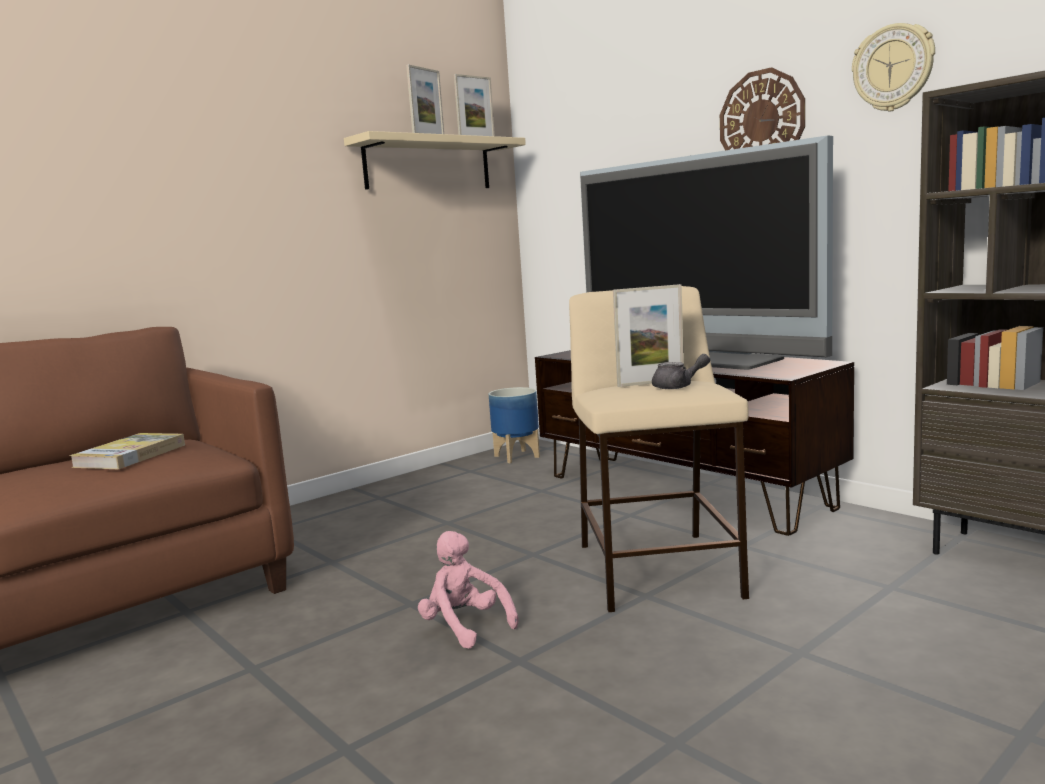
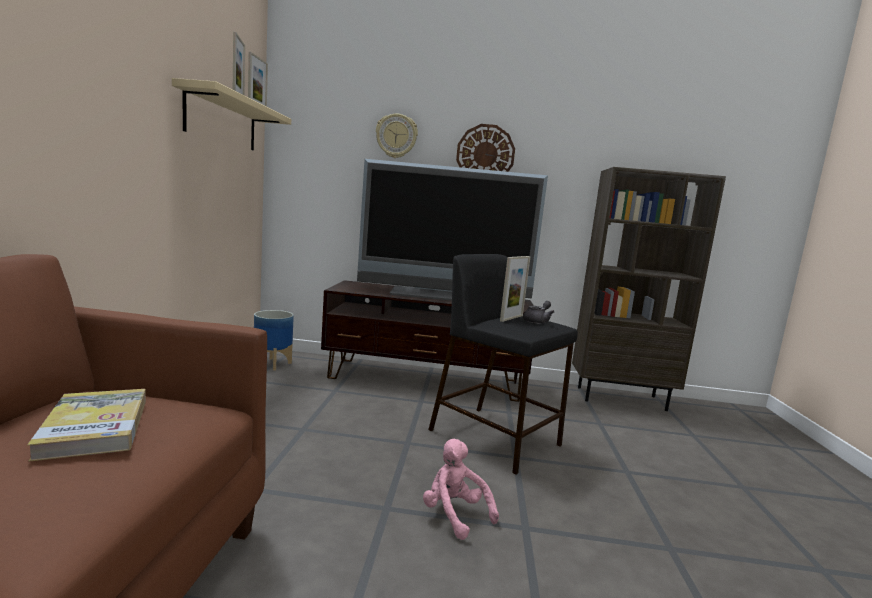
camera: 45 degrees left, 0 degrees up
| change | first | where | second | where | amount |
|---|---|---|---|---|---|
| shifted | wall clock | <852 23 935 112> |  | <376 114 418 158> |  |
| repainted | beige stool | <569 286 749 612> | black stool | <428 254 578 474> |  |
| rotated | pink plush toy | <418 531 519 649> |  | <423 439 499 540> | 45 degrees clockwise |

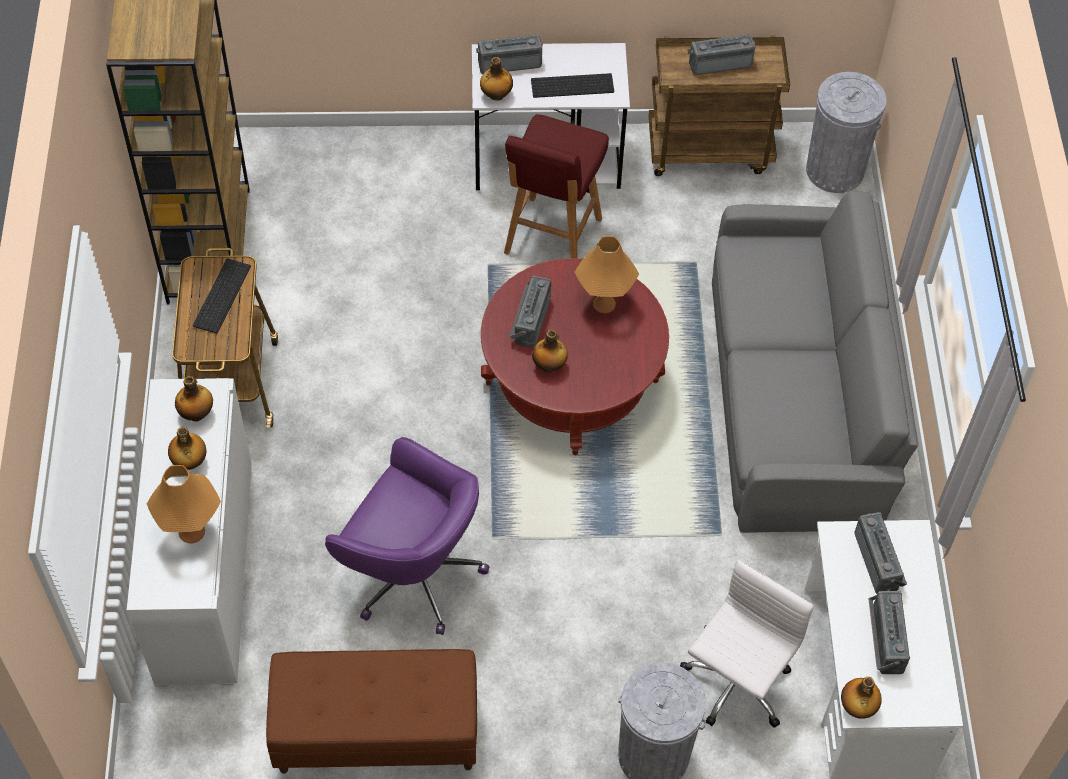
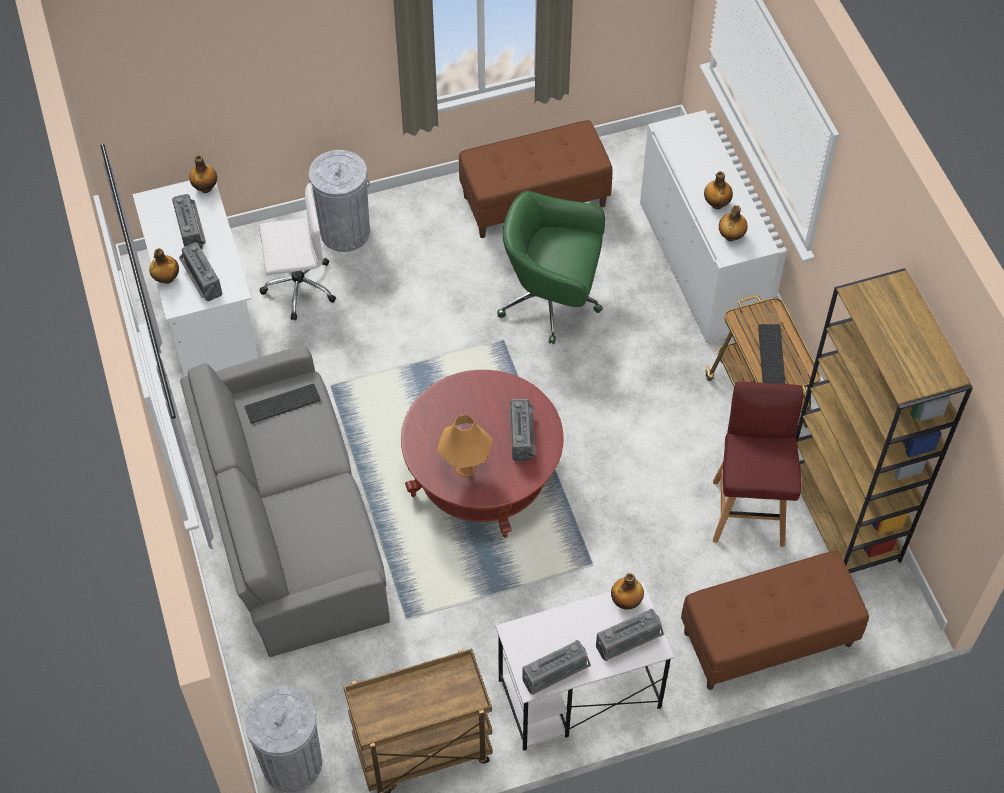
camera: 165 degrees right, 0 degrees up
| change | first | where | second | where | amount |
|---|---|---|---|---|---|
| shifted | radio | <687 34 755 75> |  | <522 640 591 695> |  |
| shifted | keyboard | <531 73 614 98> |  | <244 383 321 424> |  |
| shifted | red stool | <504 114 609 259> |  | <713 382 803 547> |  |
| shifted | bottle | <532 330 568 372> |  | <149 248 179 284> |  |
| repainted | purple office chair | <325 437 489 635> | green office chair | <497 191 605 344> |  |
| gone | orange table lamp | <147 465 221 543> |  |  |  |
| rotated | white office chair | <680 560 814 728> |  | <259 183 336 320> | 120 degrees counterclockwise |
| new |  |  | brown bench | <681 551 869 690> |  |

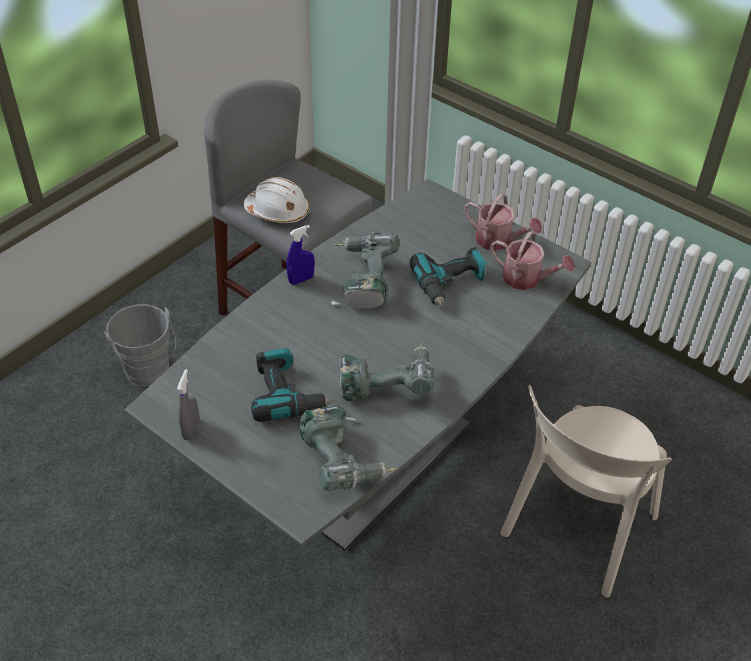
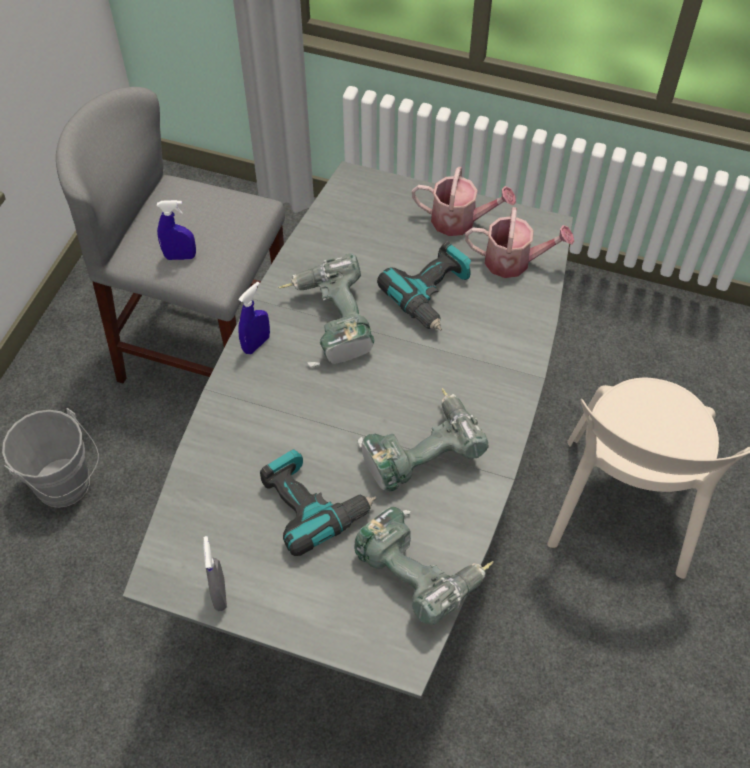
camera: 20 degrees left, 10 degrees up
| change | first | where | second | where | amount |
|---|---|---|---|---|---|
| swapped | white hard hat | <244 177 310 223> | blue spray bottle | <157 200 196 260> |  |

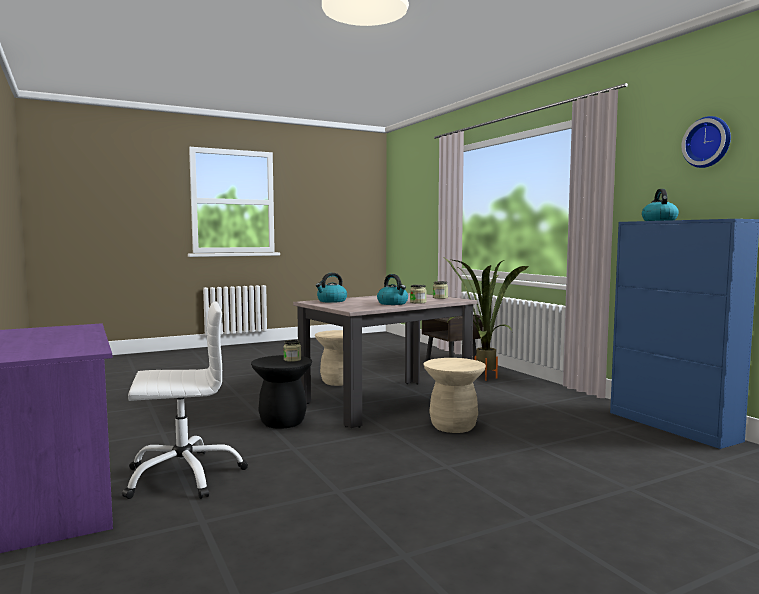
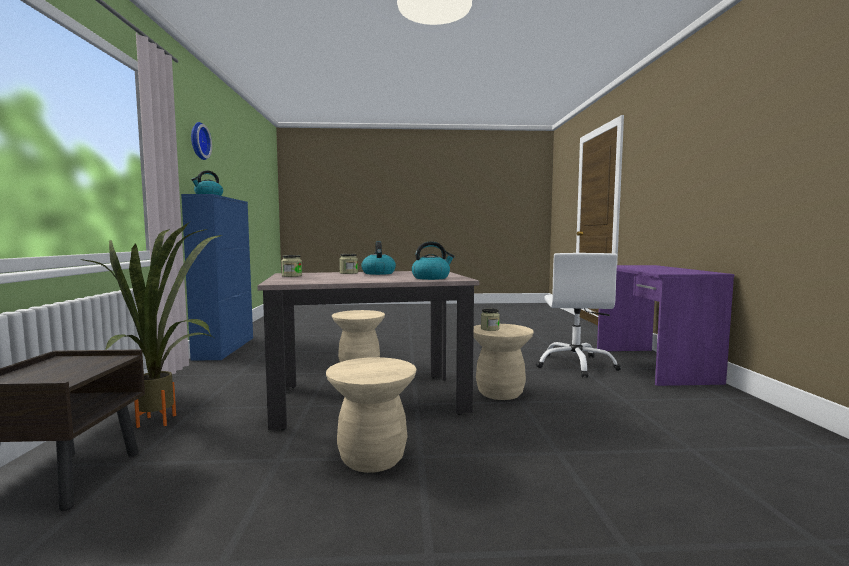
camera: 155 degrees left, 0 degrees up
| change | first | where | second | where | amount |
|---|---|---|---|---|---|
| rotated | white office chair | <122 301 248 499> |  | <536 253 621 378> | 90 degrees counterclockwise |
| repainted | black stool | <251 355 312 429> | beige stool | <474 324 534 400> |  |

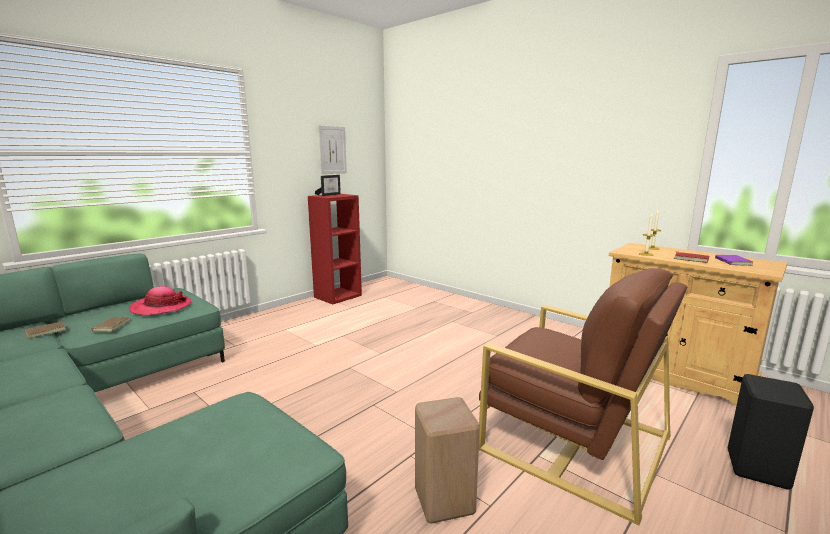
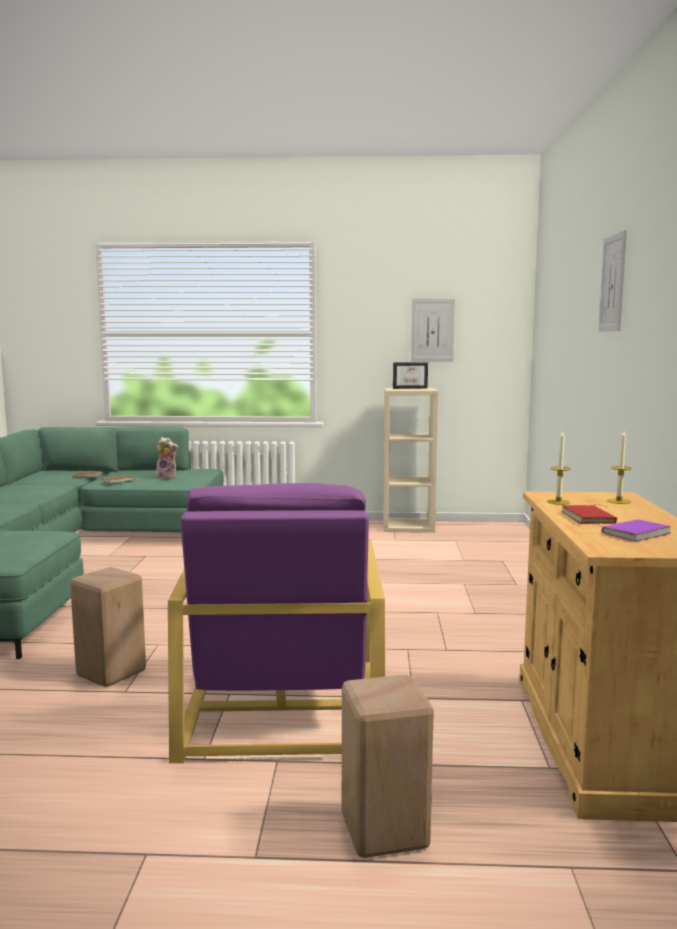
camera: 50 degrees right, 5 degrees down
| change | first | where | second | where | amount |
|---|---|---|---|---|---|
| repainted | red bookcase | <308 194 362 305> | beige bookcase | <383 388 438 533> |  |
| repainted | brown armchair | <479 268 687 525> | purple armchair | <168 483 385 763> |  |
| swapped | hat | <129 286 192 315> | plush toy | <156 437 178 479> |  |
| repainted | black stool | <728 374 814 490> | beige stool | <342 675 434 858> |  |
| new |  |  | picture | <598 230 627 331> |  |

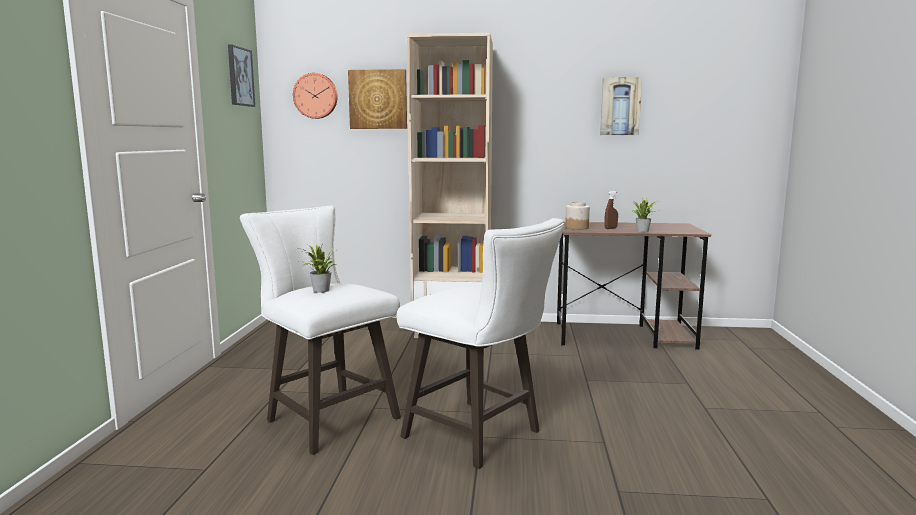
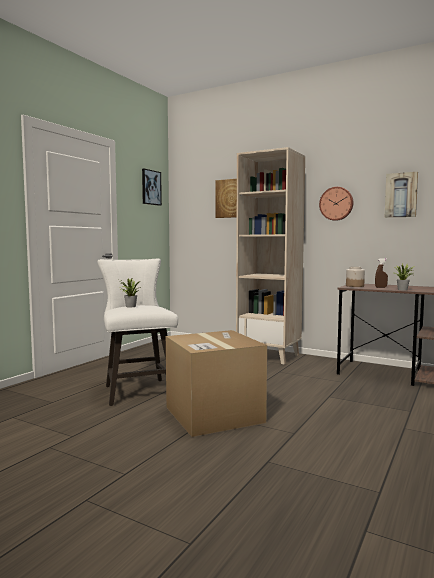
camera: 25 degrees right, 5 degrees down
| change | first | where | second | where | amount |
|---|---|---|---|---|---|
| shifted | wall clock | <293 73 338 119> |  | <319 187 353 221> |  |
| swapped | white stool | <397 218 565 469> | cardboard box | <166 330 267 437> |  |

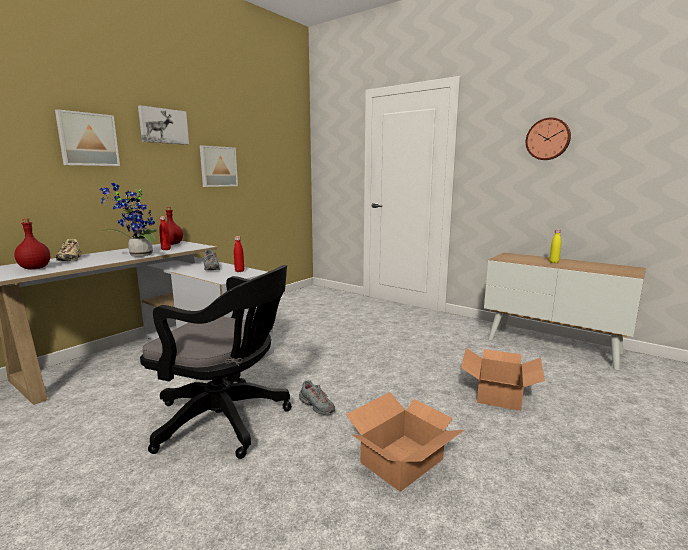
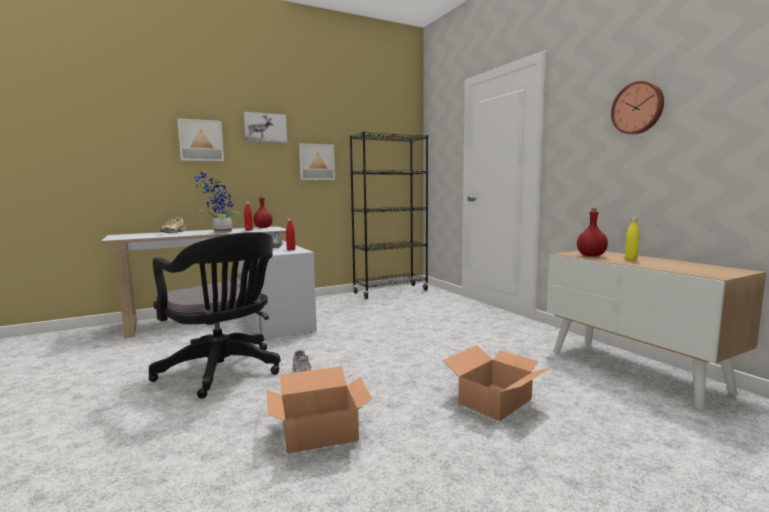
camera: 25 degrees right, 5 degrees down
| change | first | where | second | where | amount |
|---|---|---|---|---|---|
| shifted | red bottle | <14 218 50 269> |  | <577 208 608 257> |  |
| new |  |  | black bookcase | <350 132 429 299> |  |

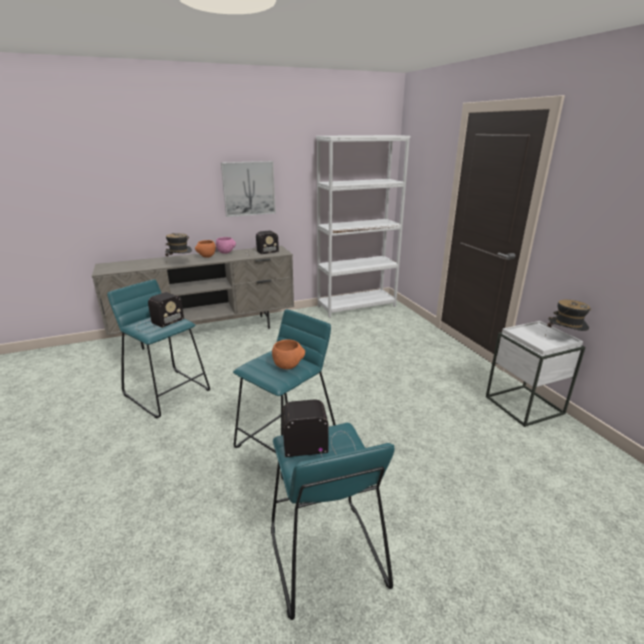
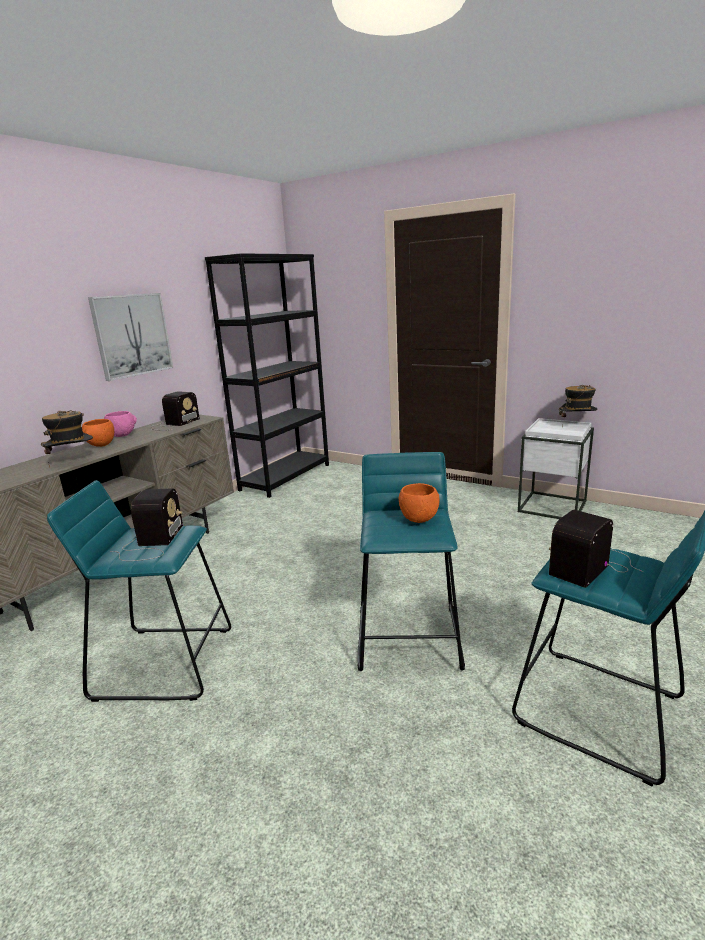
camera: 35 degrees left, 5 degrees down
| change | first | where | second | where | amount |
|---|---|---|---|---|---|
| repainted | white bookcase | <316 135 410 318> | black bookcase | <205 253 329 498> |  |

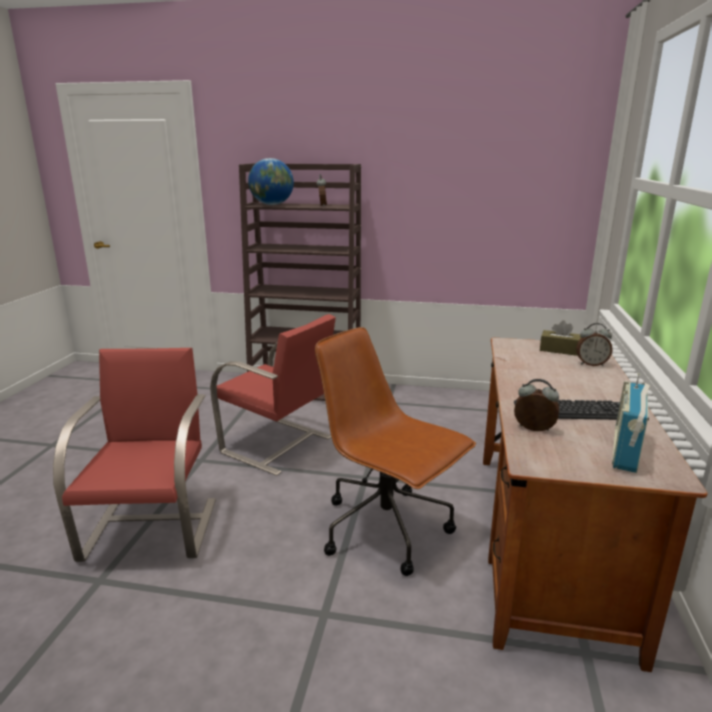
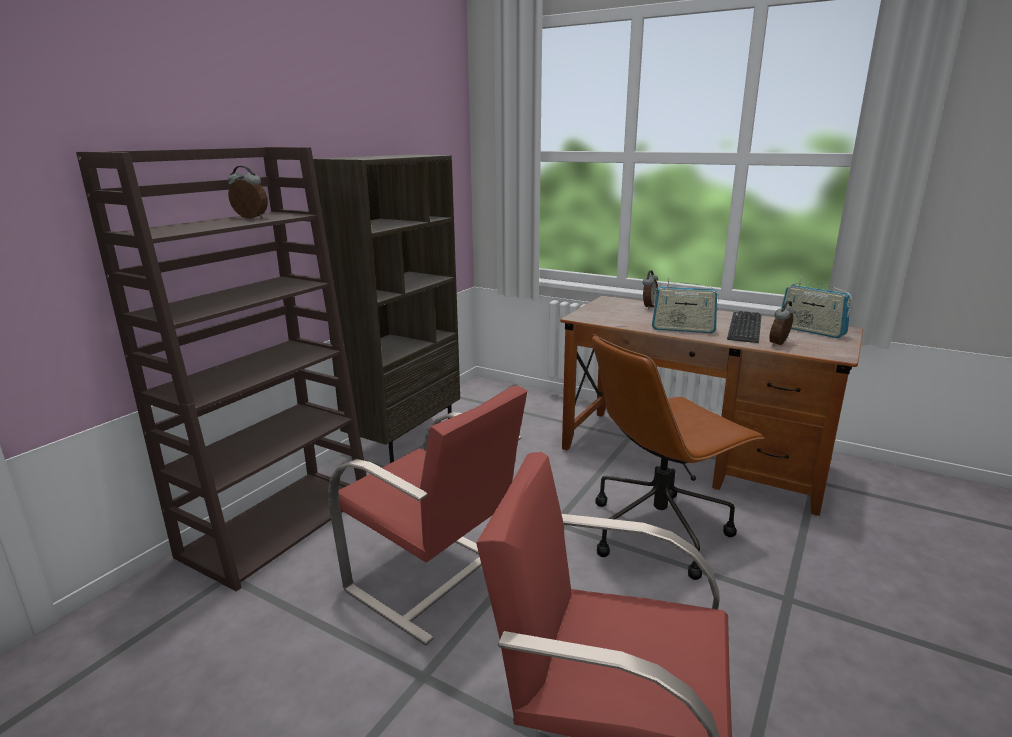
camera: 70 degrees left, 0 degrees up
| change | first | where | second | where | amount |
|---|---|---|---|---|---|
| gone | globe | <248 158 294 205> |  |  |  |
| rotated | red chair | <210 314 336 476> |  | <328 385 527 645> | 75 degrees clockwise |
| gone | brown tissue box | <540 320 581 356> |  |  |  |
| new |  |  | brown bookcase | <313 155 460 463> |  |
| new |  |  | radio | <652 278 719 333> |  |

